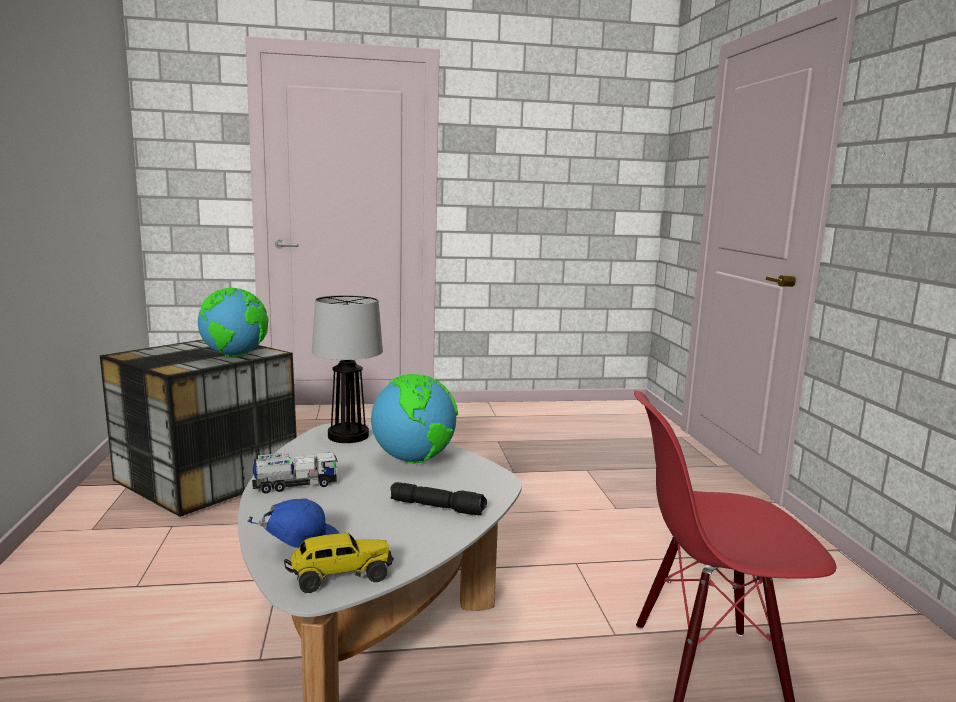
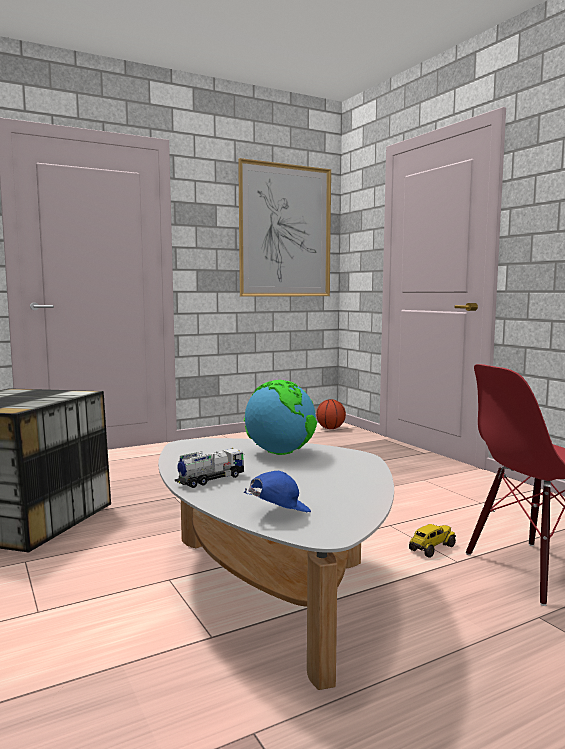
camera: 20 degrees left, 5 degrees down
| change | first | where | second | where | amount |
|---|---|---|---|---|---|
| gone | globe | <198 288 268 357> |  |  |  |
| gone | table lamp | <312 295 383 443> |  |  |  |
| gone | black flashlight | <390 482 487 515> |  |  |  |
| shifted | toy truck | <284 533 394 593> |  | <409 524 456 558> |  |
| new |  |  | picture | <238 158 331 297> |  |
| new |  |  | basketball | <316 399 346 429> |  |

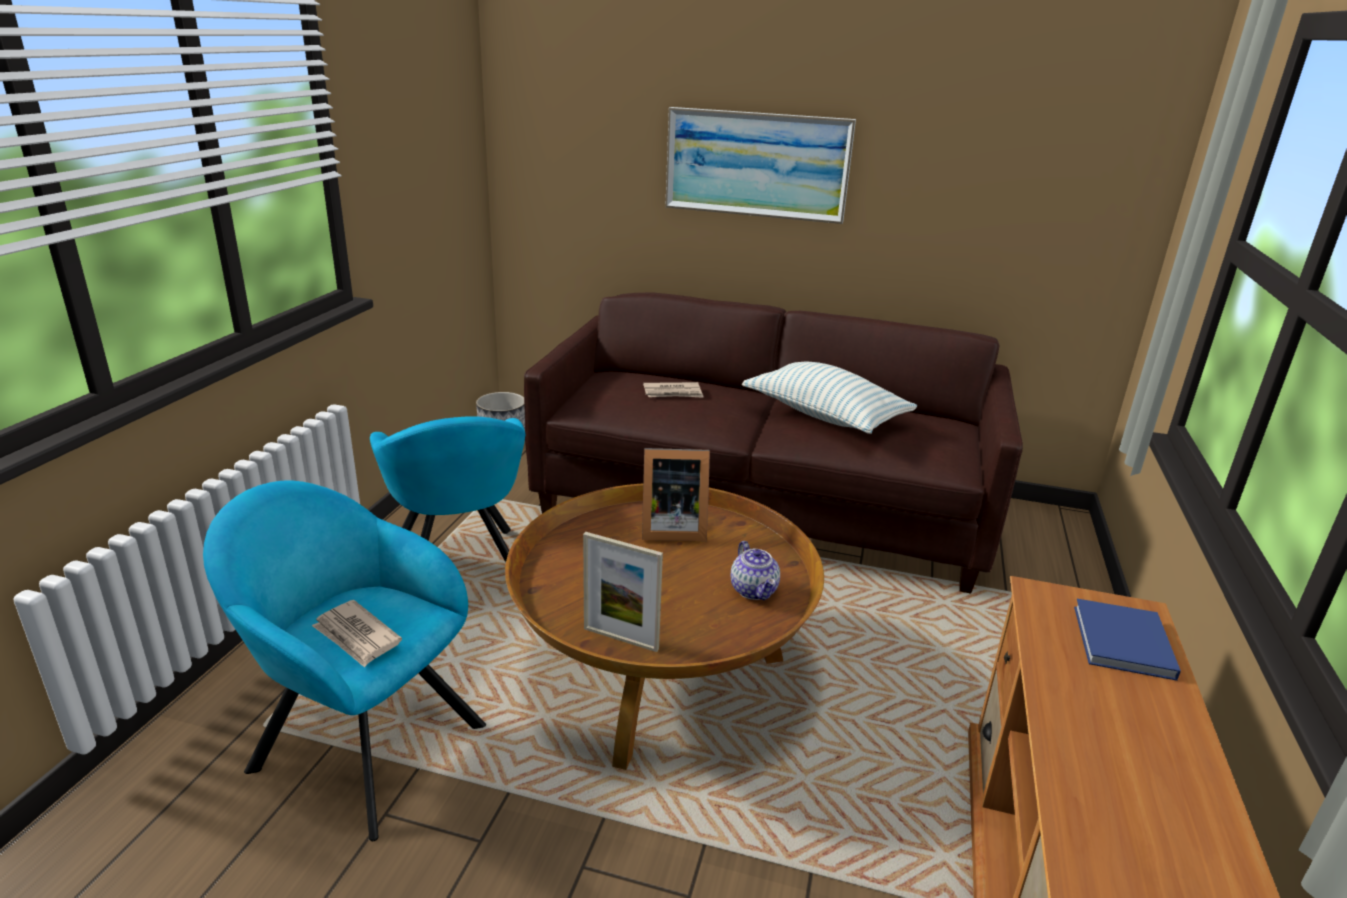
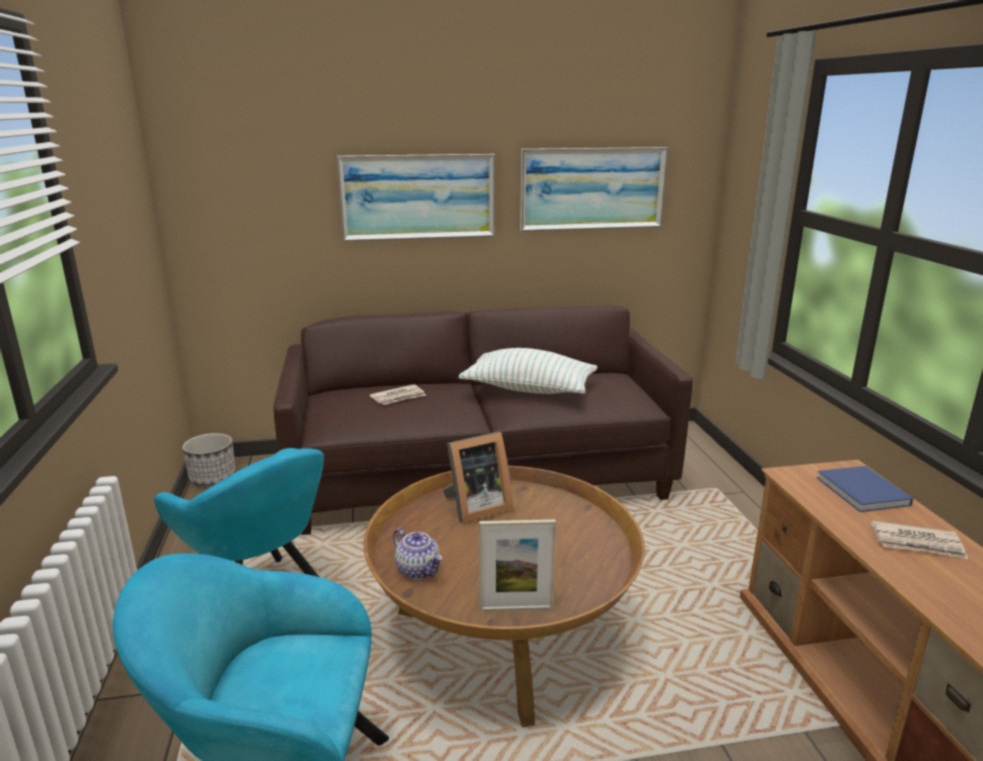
camera: 25 degrees left, 5 degrees down
| change | first | where | second | where | amount |
|---|---|---|---|---|---|
| shifted | teapot | <731 541 780 600> |  | <393 528 442 579> |  |
| shifted | newspaper | <312 600 402 668> |  | <871 521 968 559> |  |
| new |  |  | picture | <520 147 668 232> |  |

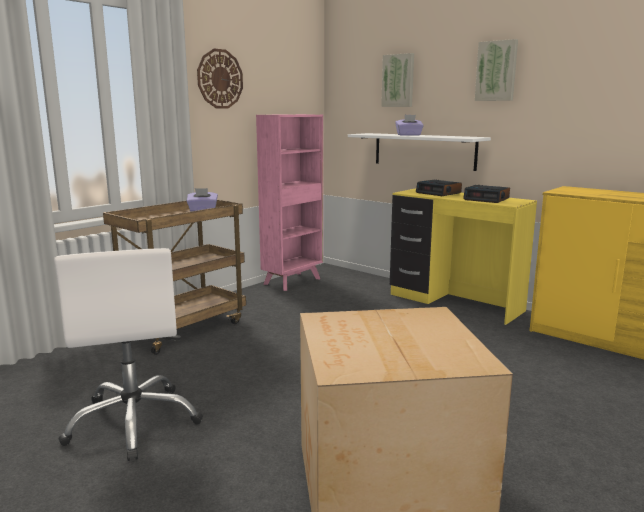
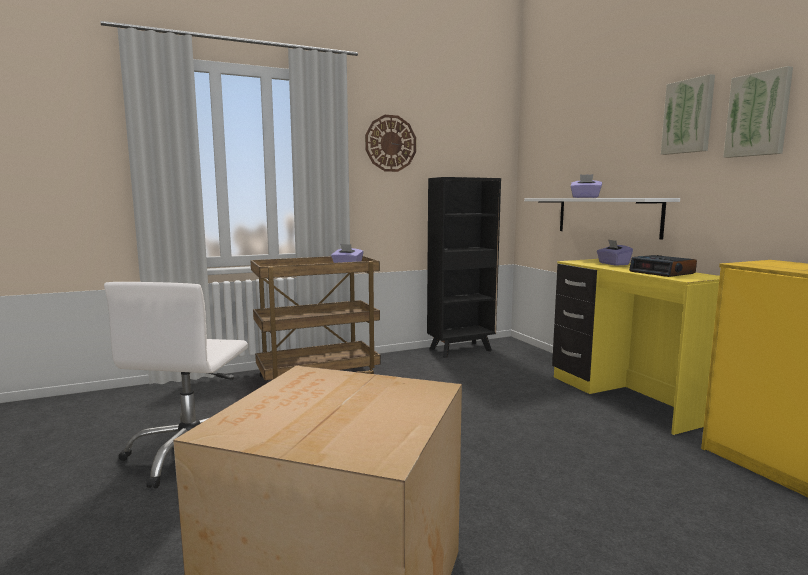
camera: 25 degrees right, 5 degrees down
| change | first | where | second | where | amount |
|---|---|---|---|---|---|
| shifted | picture | <381 53 414 107> |  | <723 66 793 158> |  |
| repainted | pink bookcase | <256 114 323 291> | black bookcase | <427 177 501 358> |  |
| swapped | alarm clock | <416 180 462 196> | purple tissue box | <597 239 633 265> |  |

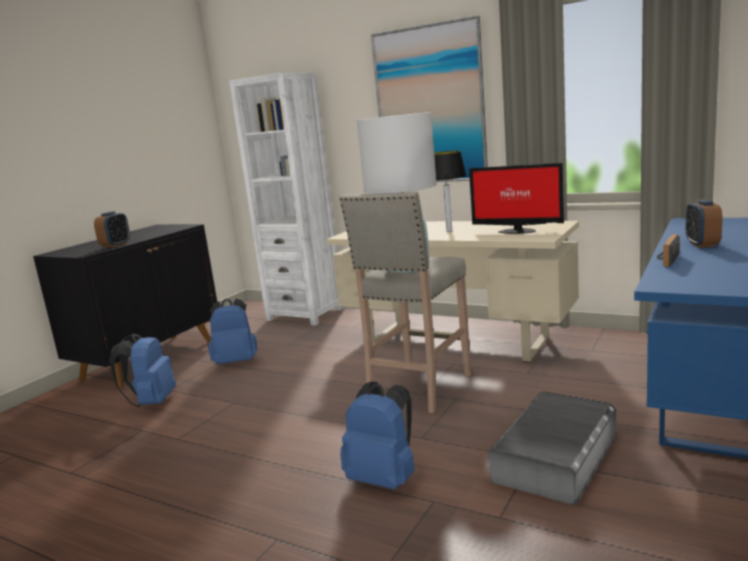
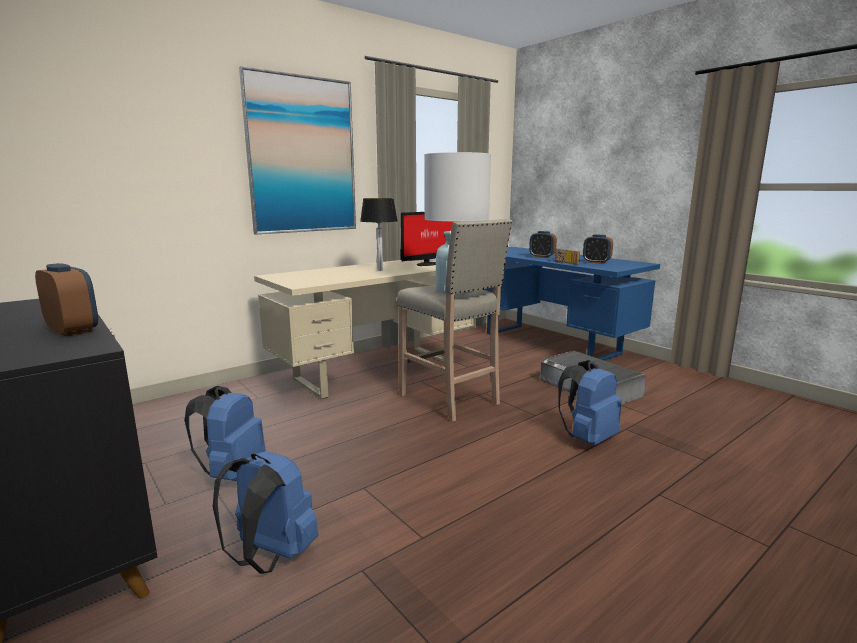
camera: 70 degrees left, 0 degrees up
| change | first | where | second | where | amount |
|---|---|---|---|---|---|
| gone | white bookcase | <229 72 344 325> |  |  |  |
| new |  |  | alarm clock | <583 234 613 264> |  |

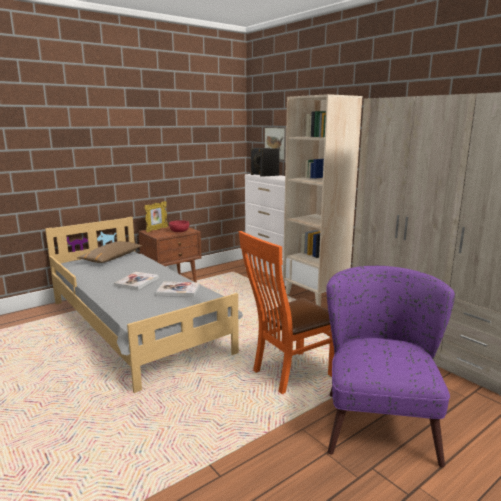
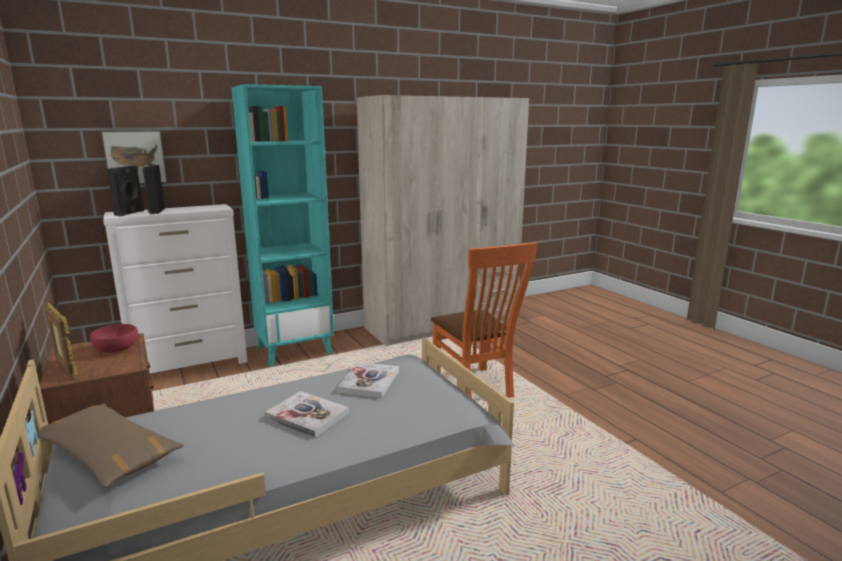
camera: 80 degrees left, 0 degrees up
| change | first | where | second | where | amount |
|---|---|---|---|---|---|
| repainted | beige bookcase | <283 94 362 307> | turquoise bookcase | <231 84 334 367> |  |
| gone | purple armchair | <326 266 455 467> |  |  |  |

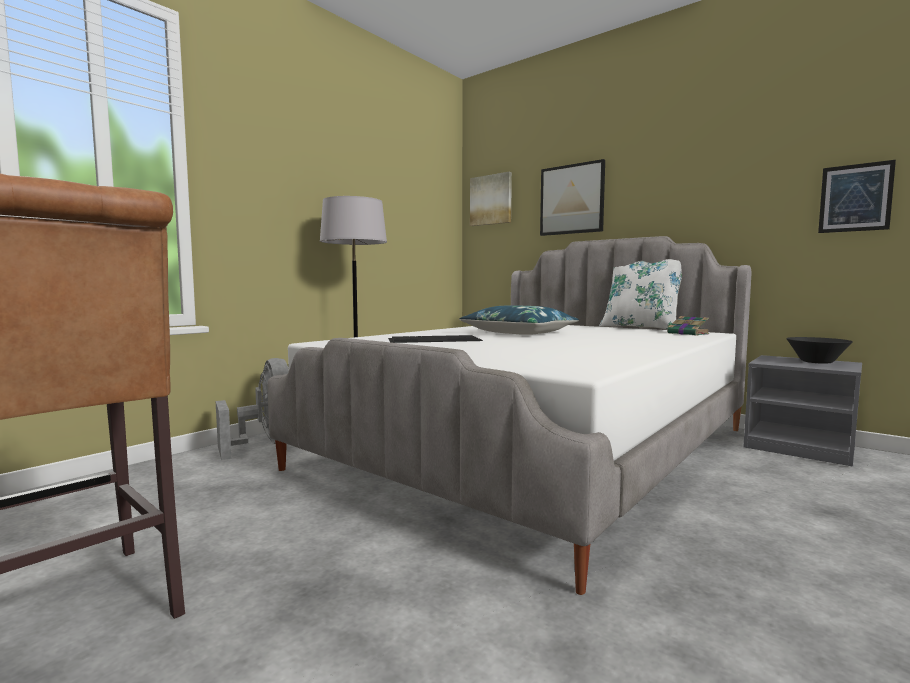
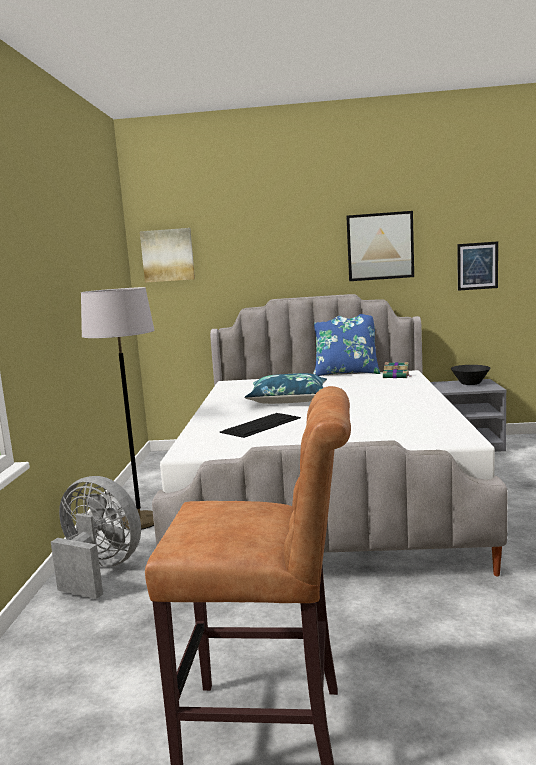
camera: 35 degrees left, 5 degrees up
| change | first | where | second | where | amount |
|---|---|---|---|---|---|
| shifted | picture | <540 159 605 236> |  | <346 211 414 281> |  |
| repainted | white pillow | <599 259 682 330> | blue pillow | <313 314 380 376> |  |

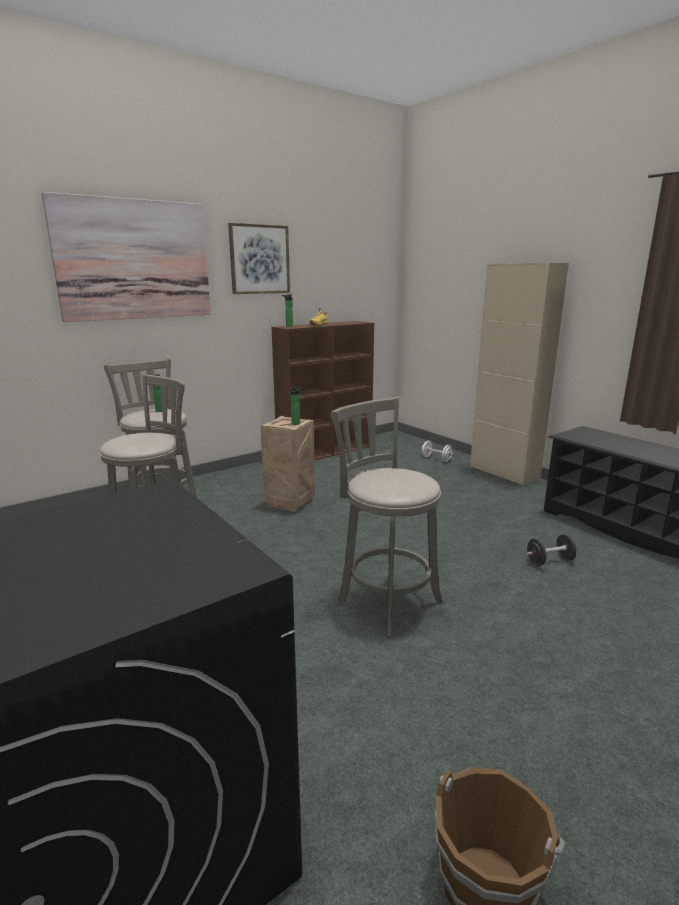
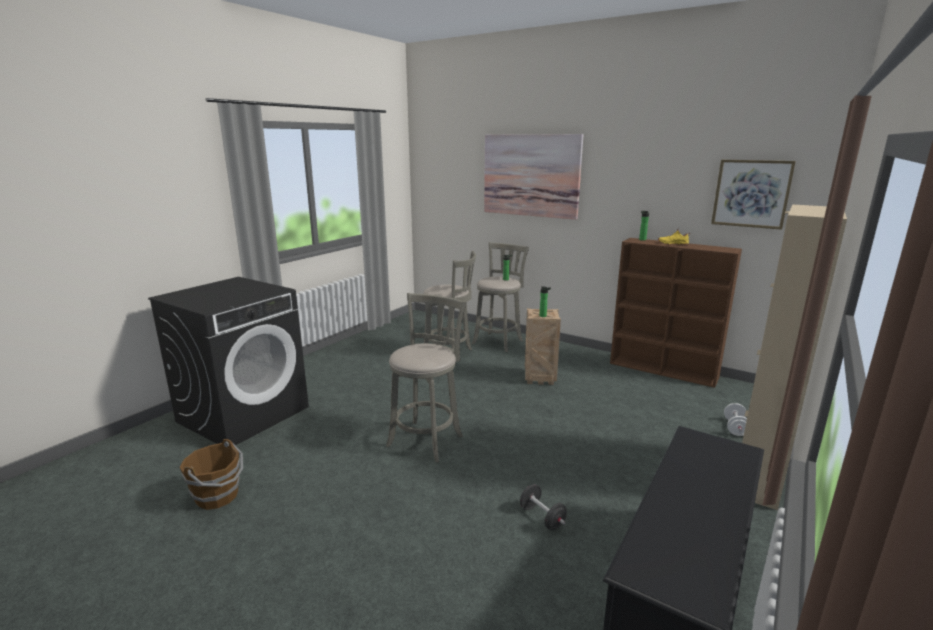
camera: 70 degrees right, 0 degrees up
| change | first | where | second | where | amount |
|---|---|---|---|---|---|
| shifted | picture | <228 223 290 294> |  | <711 160 796 230> |  |

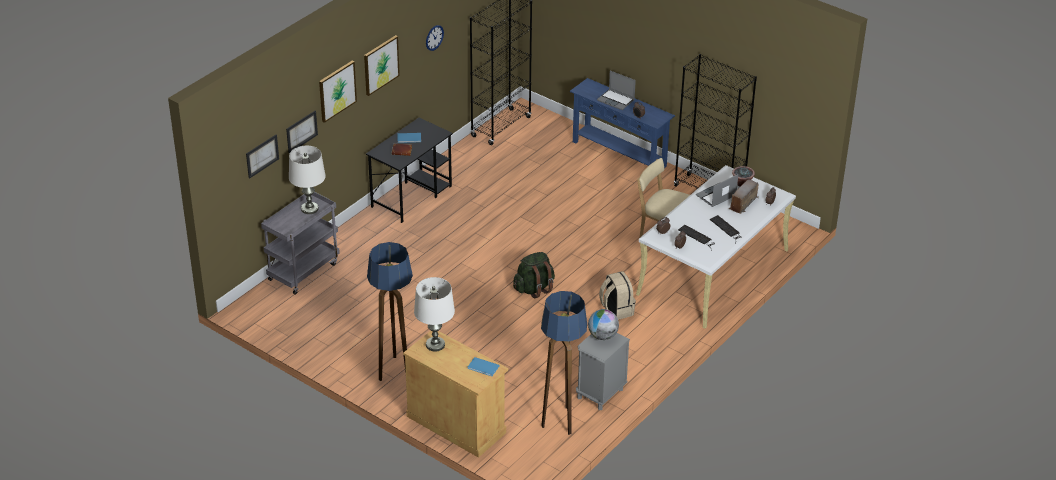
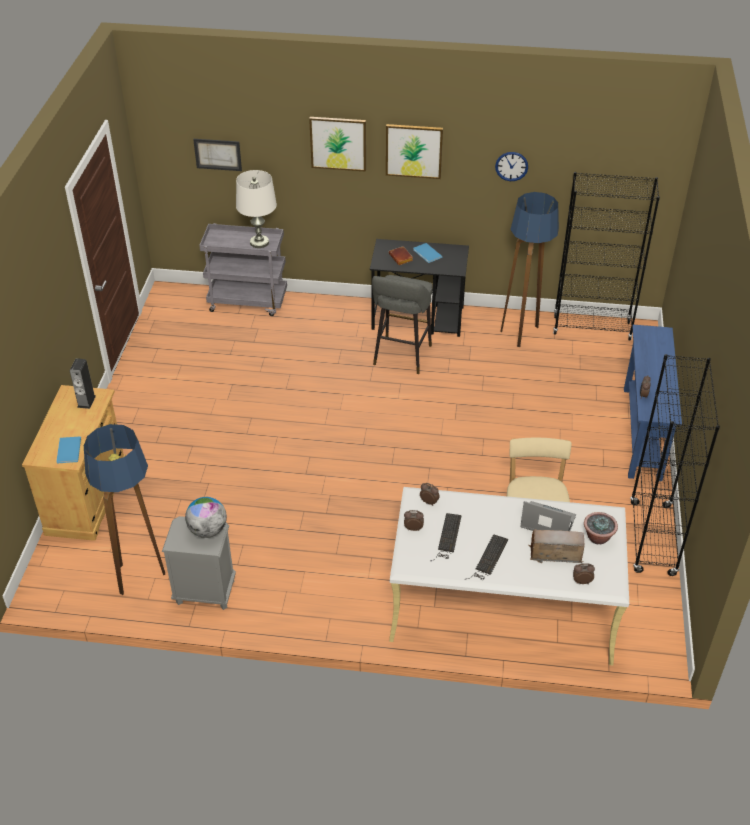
camera: 60 degrees right, 5 degrees up
| change | first | where | second | where | amount |
|---|---|---|---|---|---|
| gone | laptop | <597 71 636 110> |  |  |  |
| gone | picture | <286 111 318 154> |  |  |  |
| shifted | floor lamp | <367 242 413 381> |  | <500 192 559 347> |  |
| gone | green backpack | <513 252 555 298> |  |  |  |
| gone | beige backpack | <599 271 636 320> |  |  |  |
| swapped | white table lamp | <414 277 455 351> | speaker | <70 358 96 409> |  |
| new |  |  | grey stool | <372 275 433 374> |  |

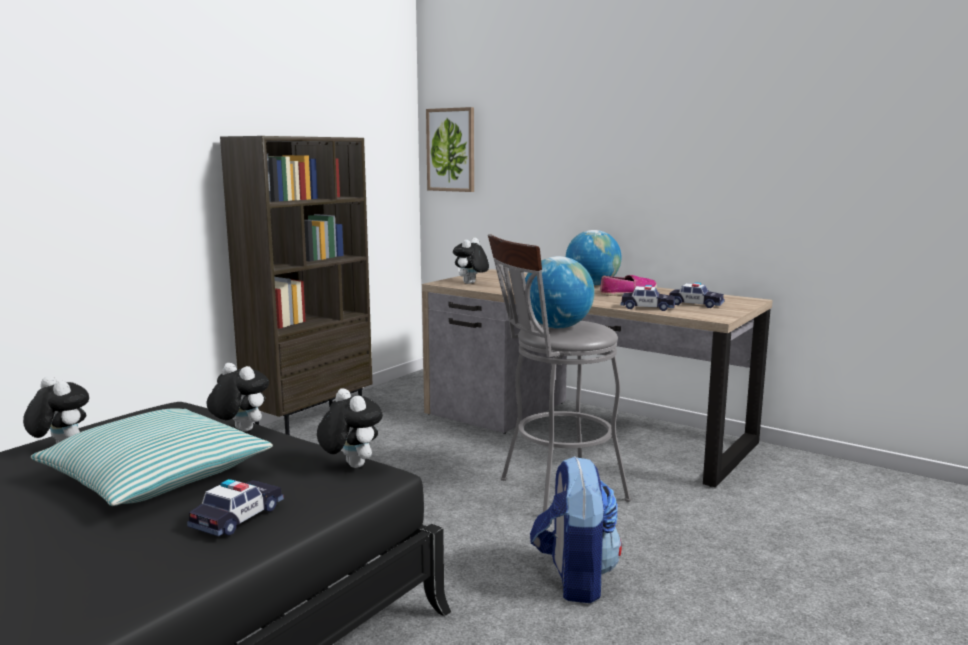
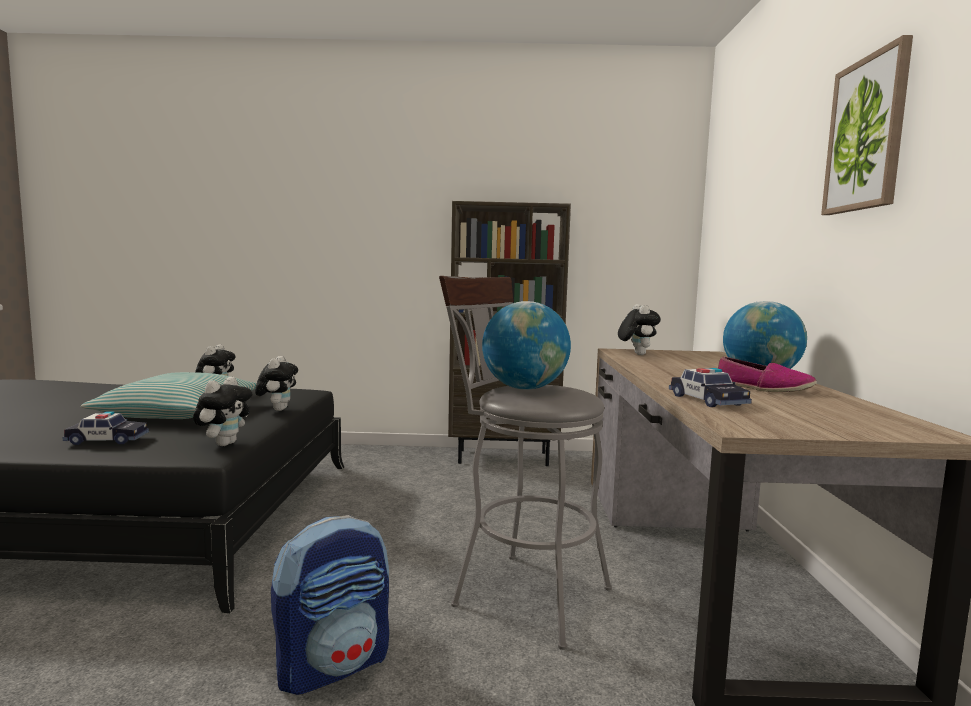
camera: 55 degrees right, 5 degrees down
| change | first | where | second | where | amount |
|---|---|---|---|---|---|
| shifted | picture | <426 107 474 192> |  | <821 35 913 215> |  |
| rotated | plush toy | <453 237 489 284> |  | <618 304 661 355> | 90 degrees clockwise |
| gone | toy car | <669 282 725 308> |  |  |  |

